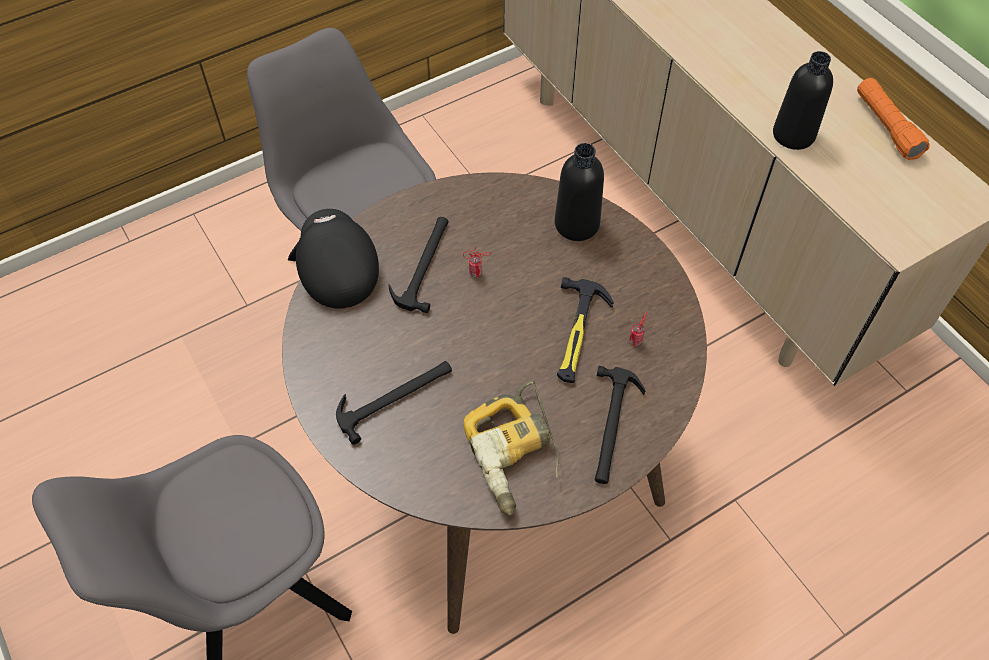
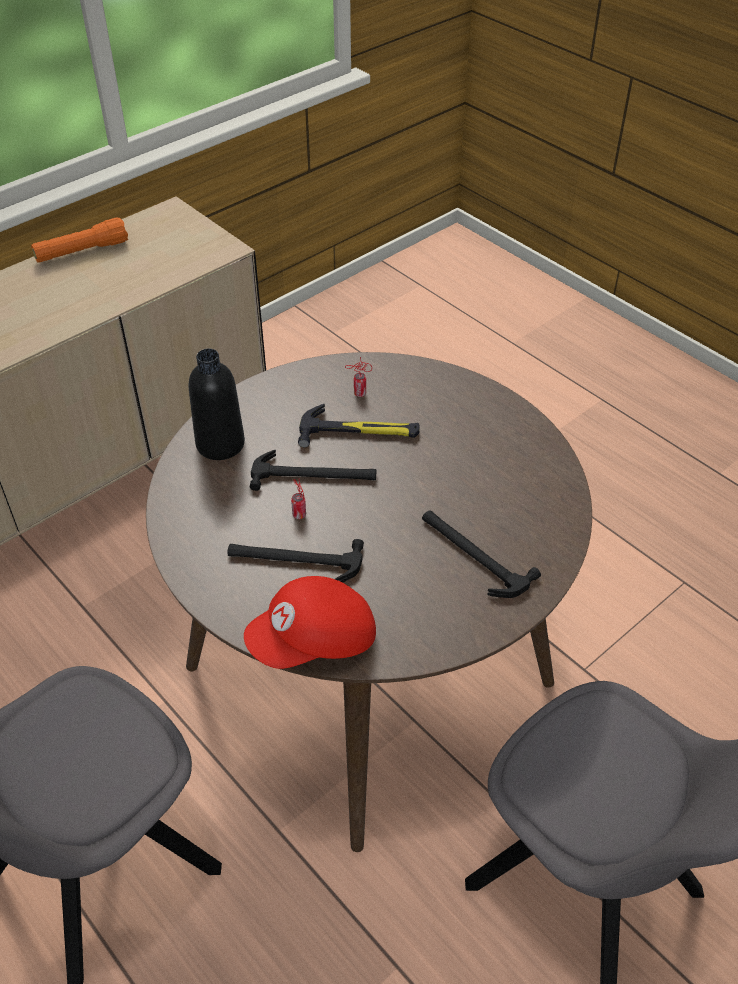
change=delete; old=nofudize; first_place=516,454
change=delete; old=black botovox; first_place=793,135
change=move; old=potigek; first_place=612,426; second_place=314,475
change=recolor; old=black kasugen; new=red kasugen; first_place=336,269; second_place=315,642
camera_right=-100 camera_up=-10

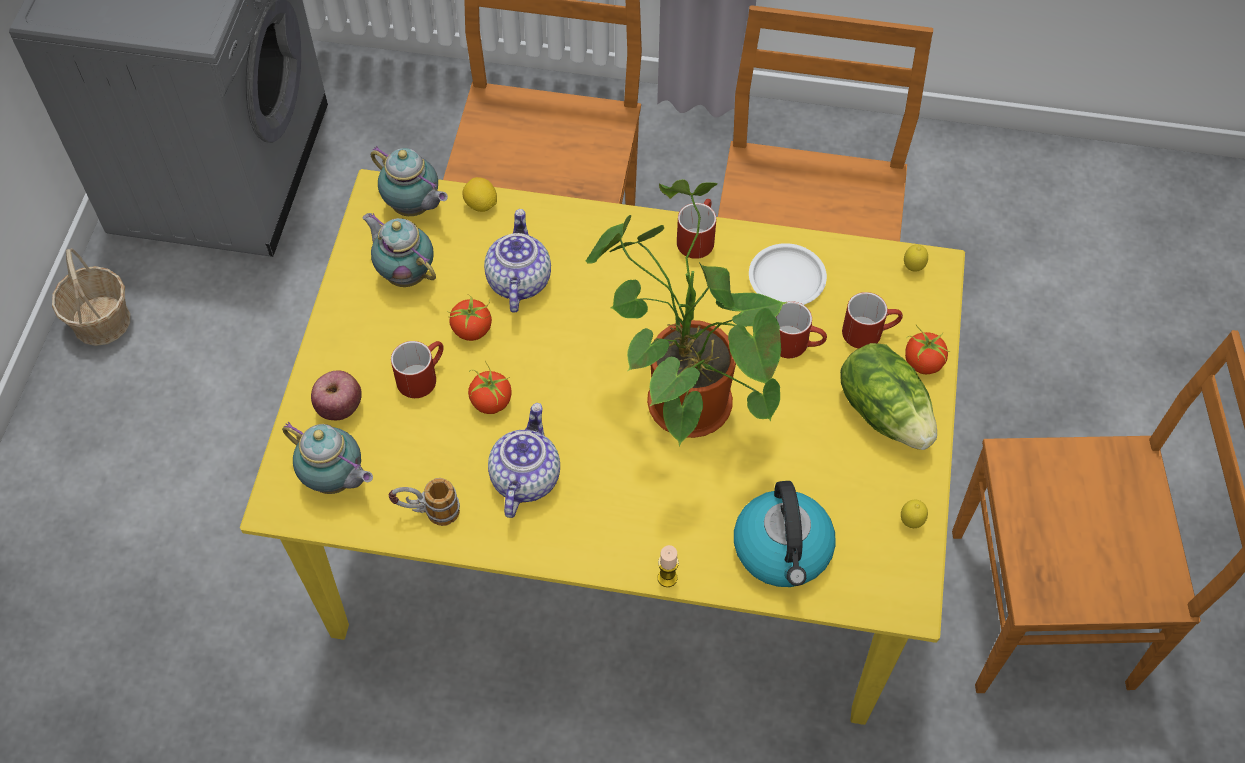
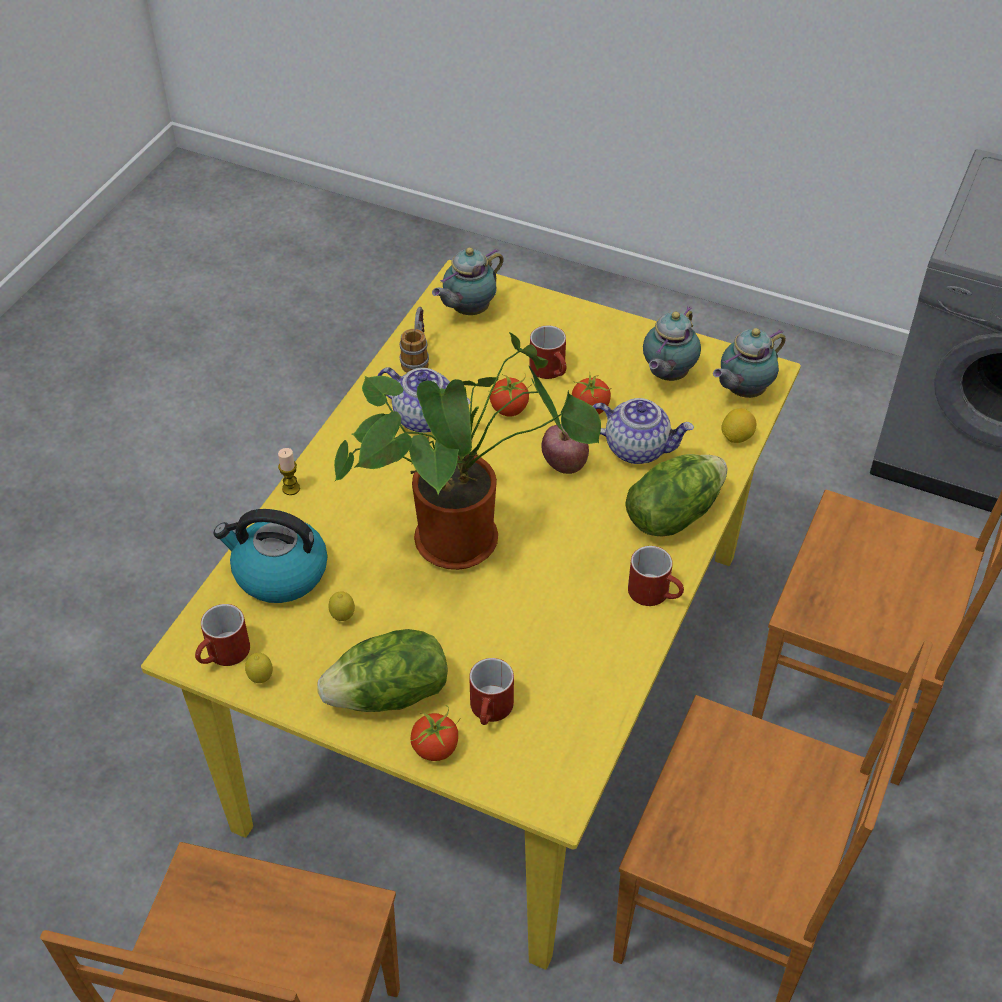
change=delete; old=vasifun; first_place=102,321
change=delete; old=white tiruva; first_place=786,279
change=insert; new=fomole; second_place=672,514
change=move; old=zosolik; first_place=340,408; second_place=564,464
change=move; old=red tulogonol; first_place=796,343; second_place=224,656
change=move; old=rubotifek; first_place=913,268; second_place=343,617
change=rotate; old=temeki; first_place=405,273; second_place=666,375; degrees=150
camera_right=105 camera_up=-10

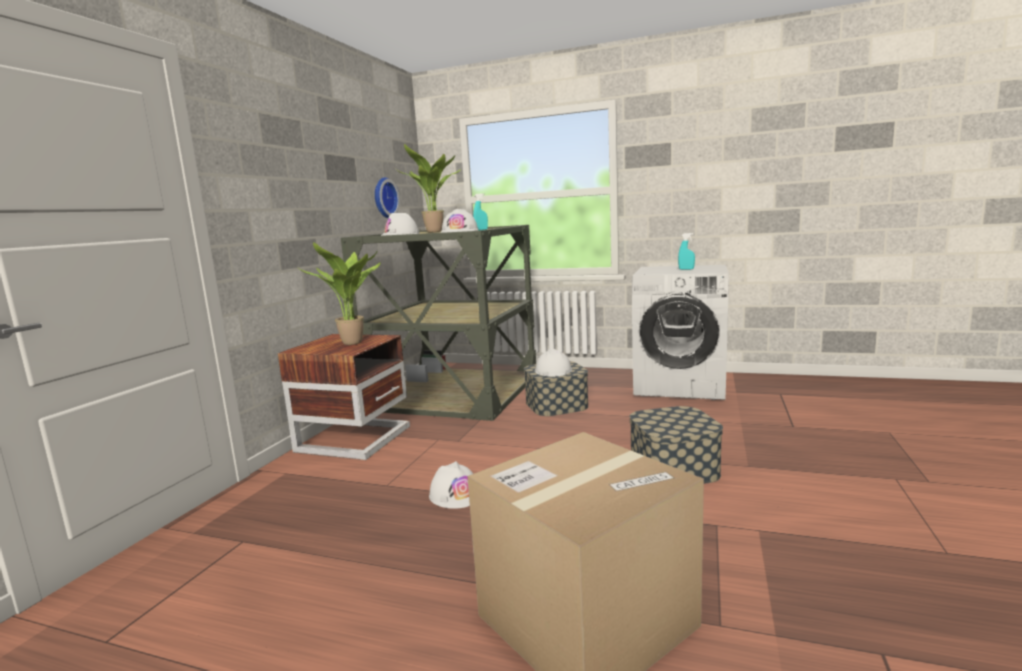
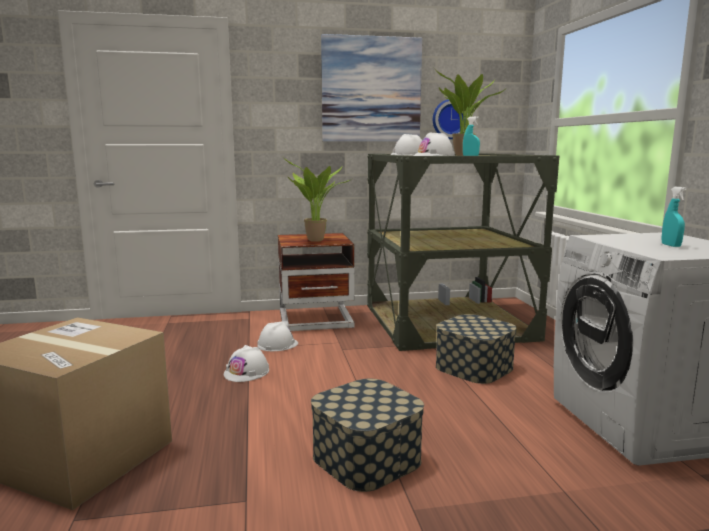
change=insert; new=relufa; second_place=371,90
change=move; old=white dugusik; first_place=553,371; second_place=277,344
camera_right=60 camera_up=0

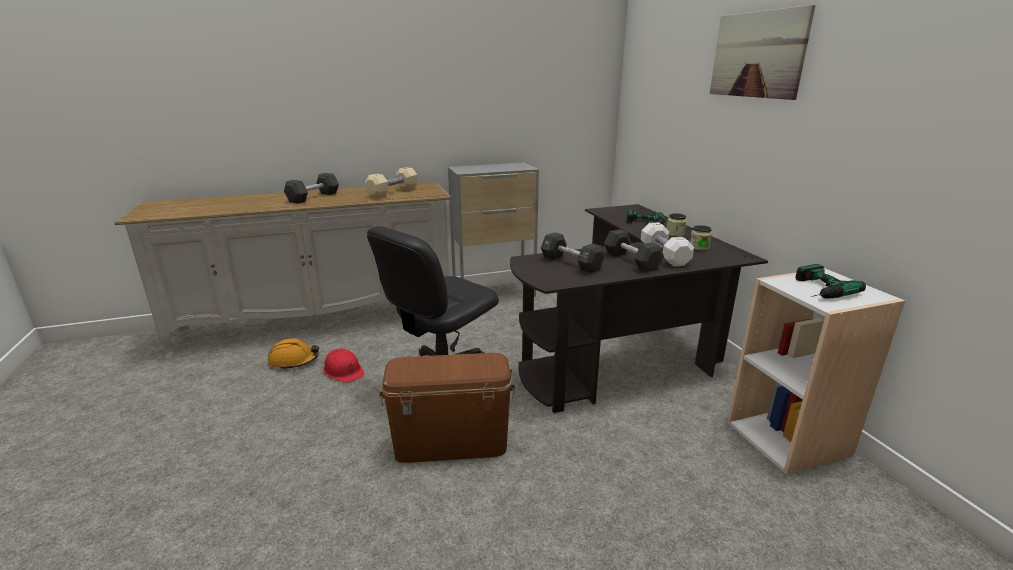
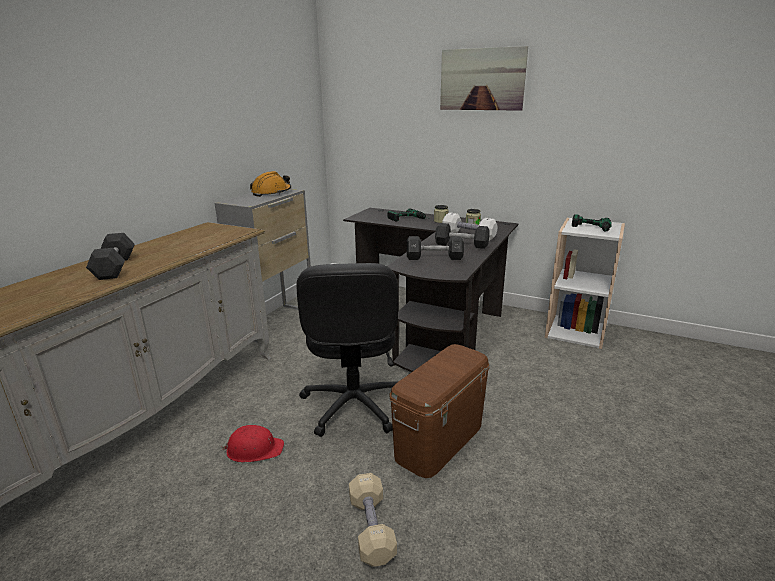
change=move; old=orange dugusik; first_place=294,361; second_place=271,193
change=move; old=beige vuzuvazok; first_place=393,192; second_place=371,529
camera_right=-45 camera_up=0

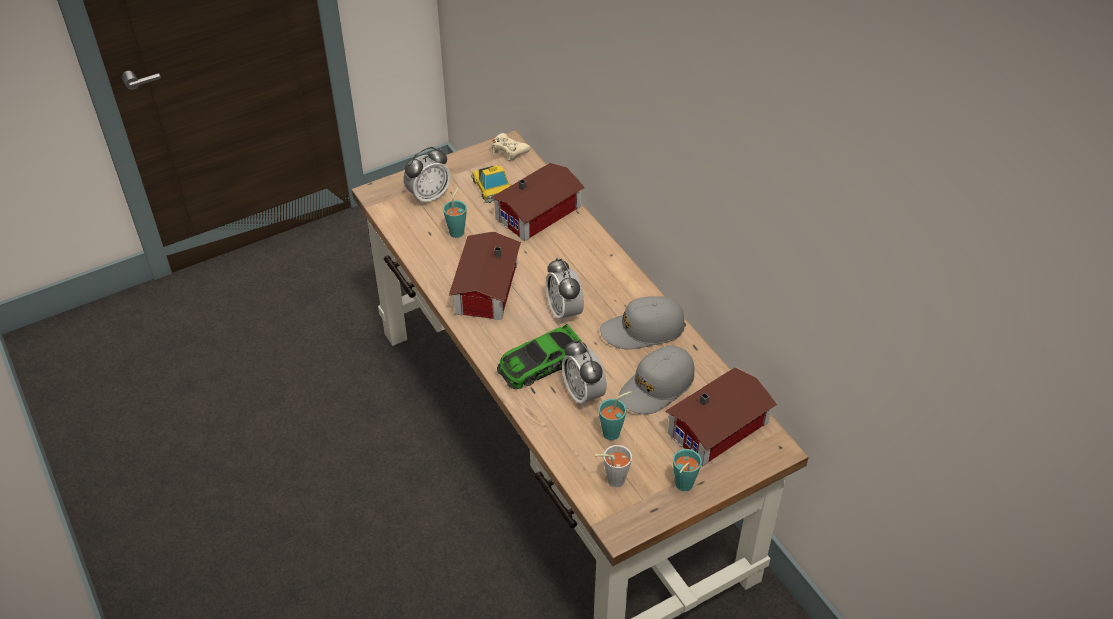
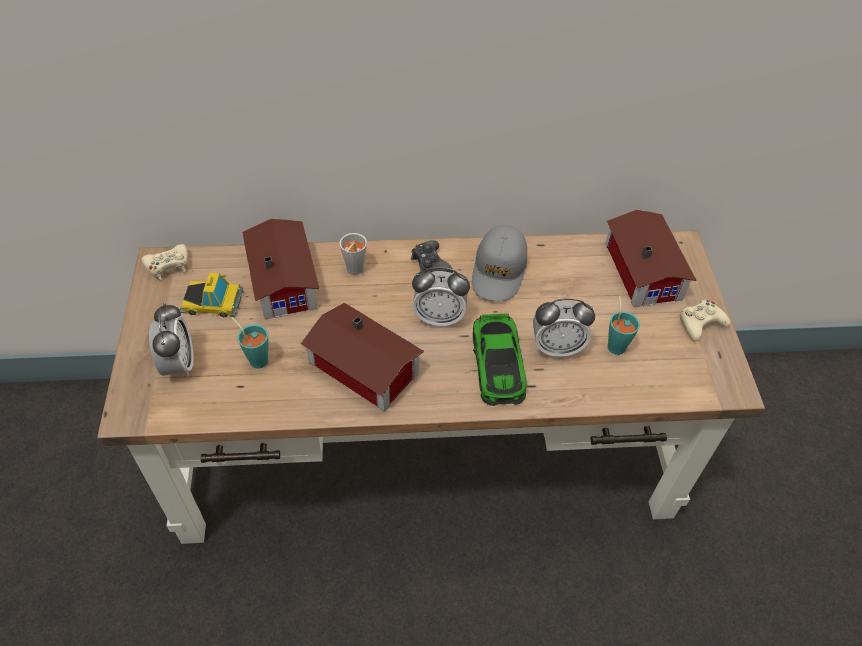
change=delete; old=grey kasugen; first_place=656,387
change=insert; new=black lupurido; second_place=430,264
change=move; old=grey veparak; first_place=611,480; second_place=353,271
change=replace; old=turquoise veparak; new=beige lupurido; first_place=681,487; second_place=700,324
camera_right=-65 camera_up=5

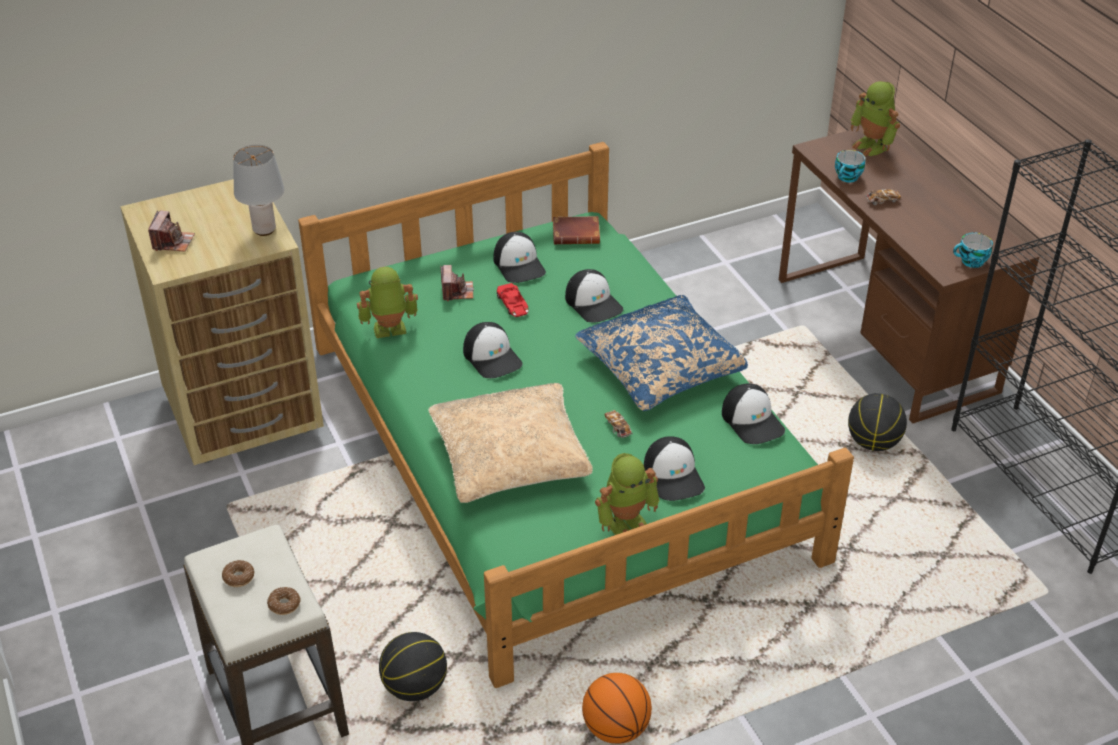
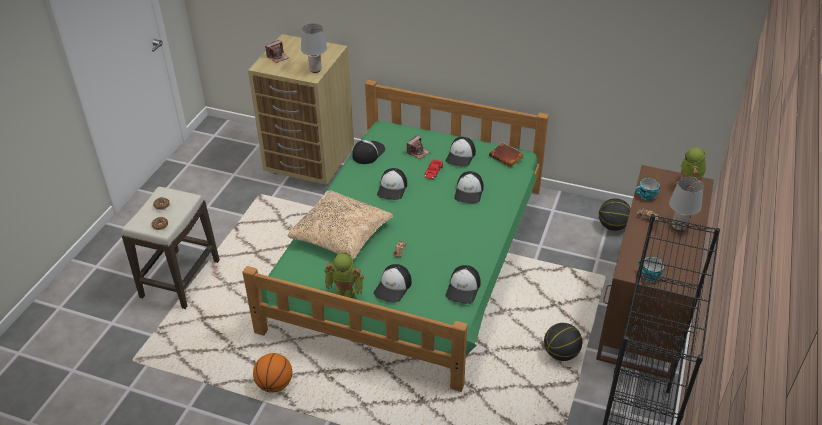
change=delete; old=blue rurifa; first_place=662,366
change=insert; new=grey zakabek; second_place=678,226
change=move; old=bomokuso; first_place=415,687; second_place=612,226
change=replace; old=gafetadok; new=kasugen; first_place=389,331; second_place=368,153
camera_right=45 camera_up=0

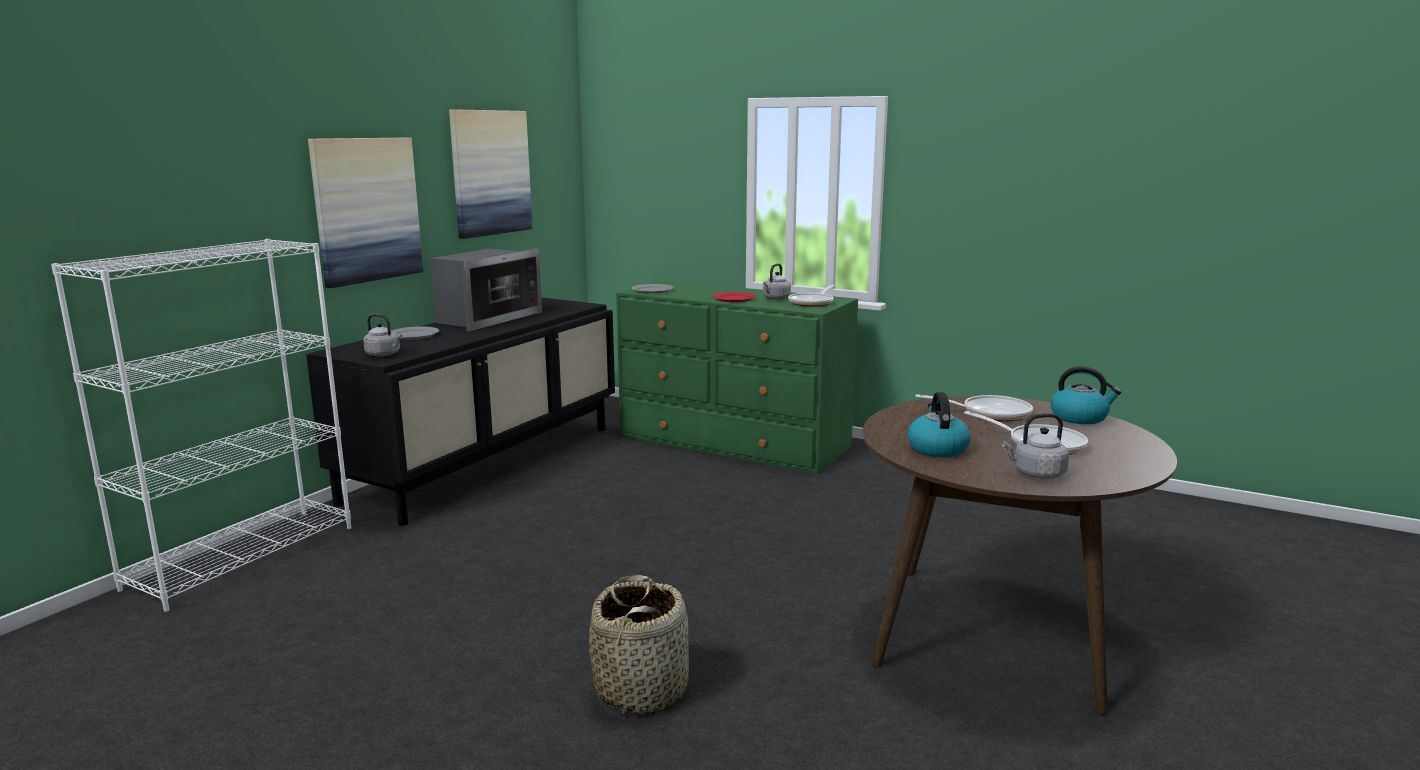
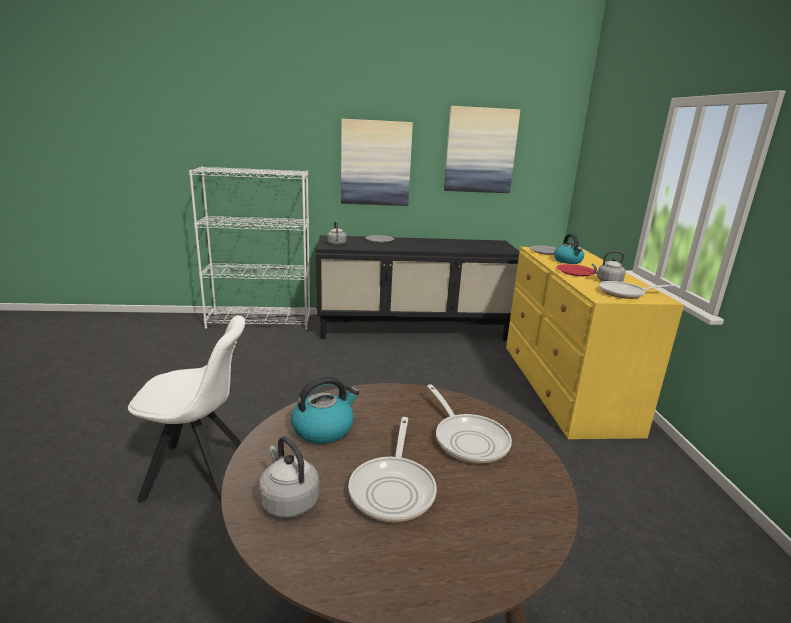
change=delete; old=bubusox; first_place=486,318
change=move; old=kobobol; first_place=1080,417; second_place=568,261
change=replace; old=vasifun; new=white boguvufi; first_place=642,689; second_place=199,471
change=recolor; old=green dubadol; new=yellow dubadol; first_place=734,441; second_place=565,386
camera_right=55 camera_up=5

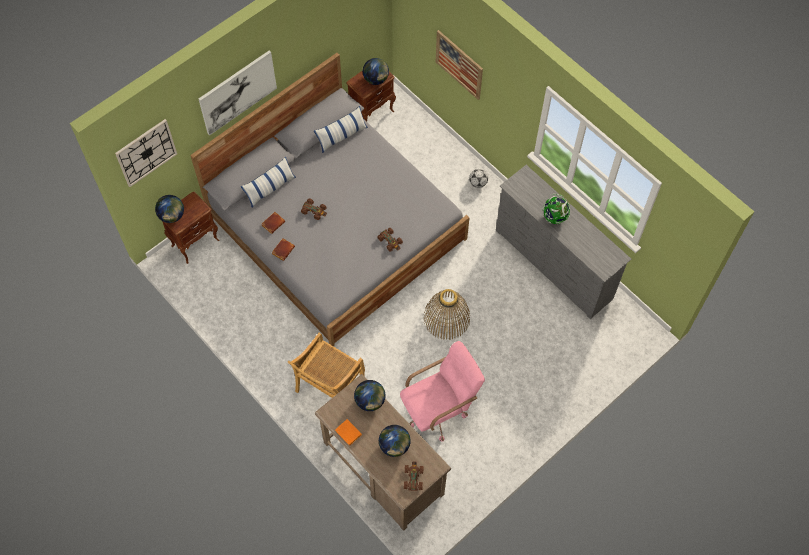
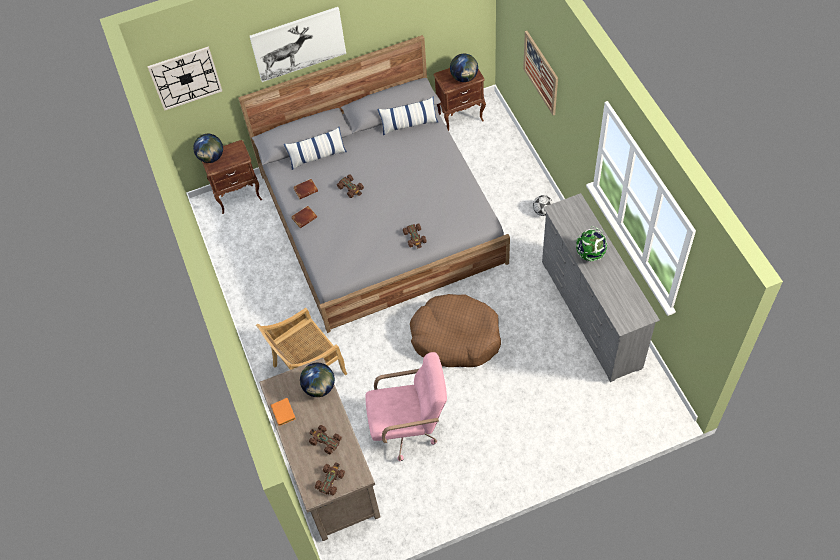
change=replace; old=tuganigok; new=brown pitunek; first_place=394,446; second_place=325,441
change=replace; old=vasifun; new=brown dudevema; first_place=446,318; second_place=455,337
camera_right=25 camera_up=-5

